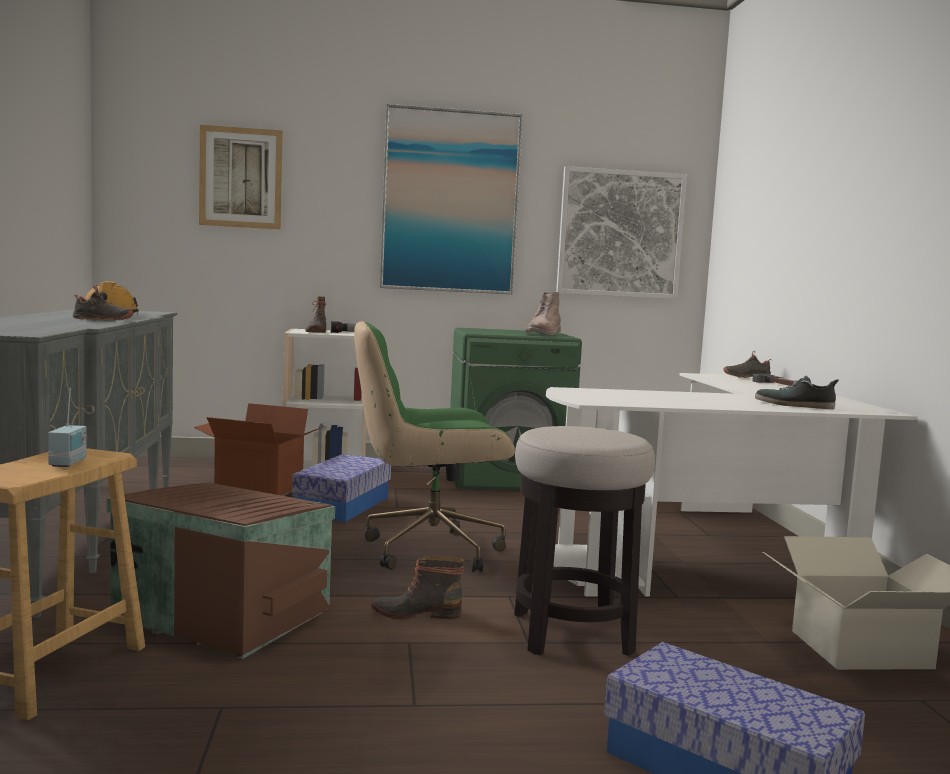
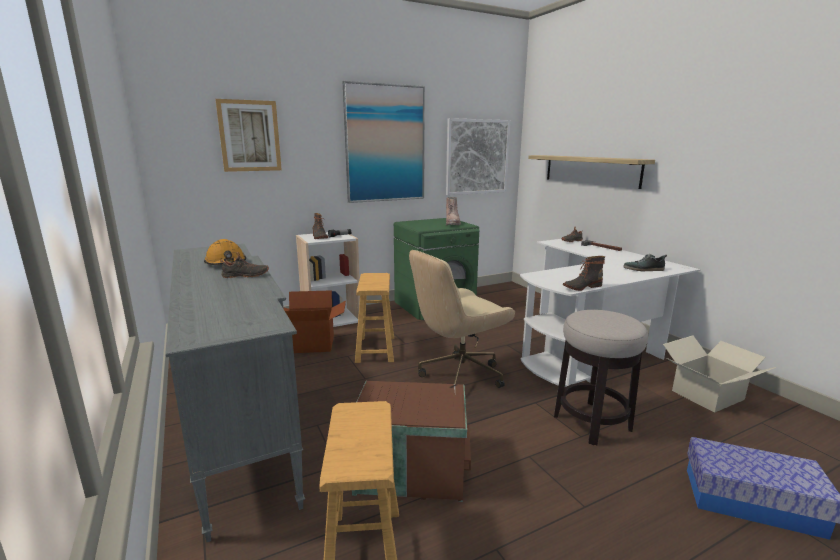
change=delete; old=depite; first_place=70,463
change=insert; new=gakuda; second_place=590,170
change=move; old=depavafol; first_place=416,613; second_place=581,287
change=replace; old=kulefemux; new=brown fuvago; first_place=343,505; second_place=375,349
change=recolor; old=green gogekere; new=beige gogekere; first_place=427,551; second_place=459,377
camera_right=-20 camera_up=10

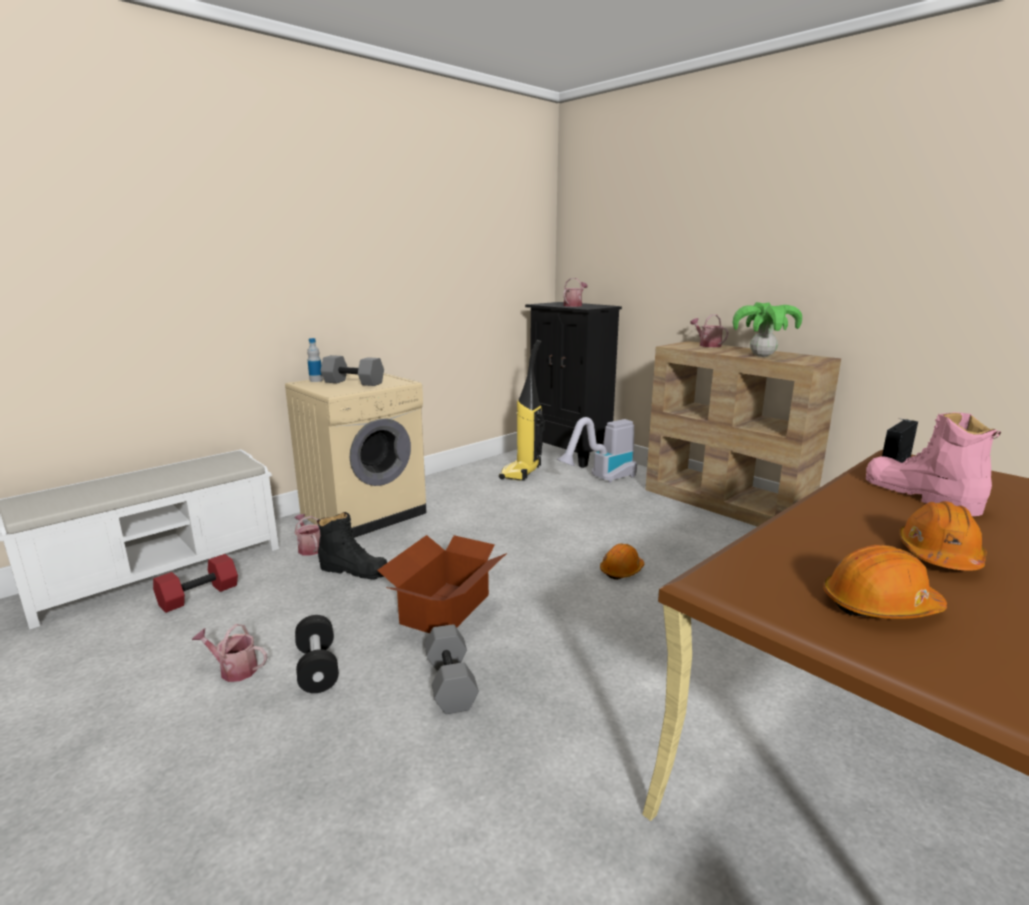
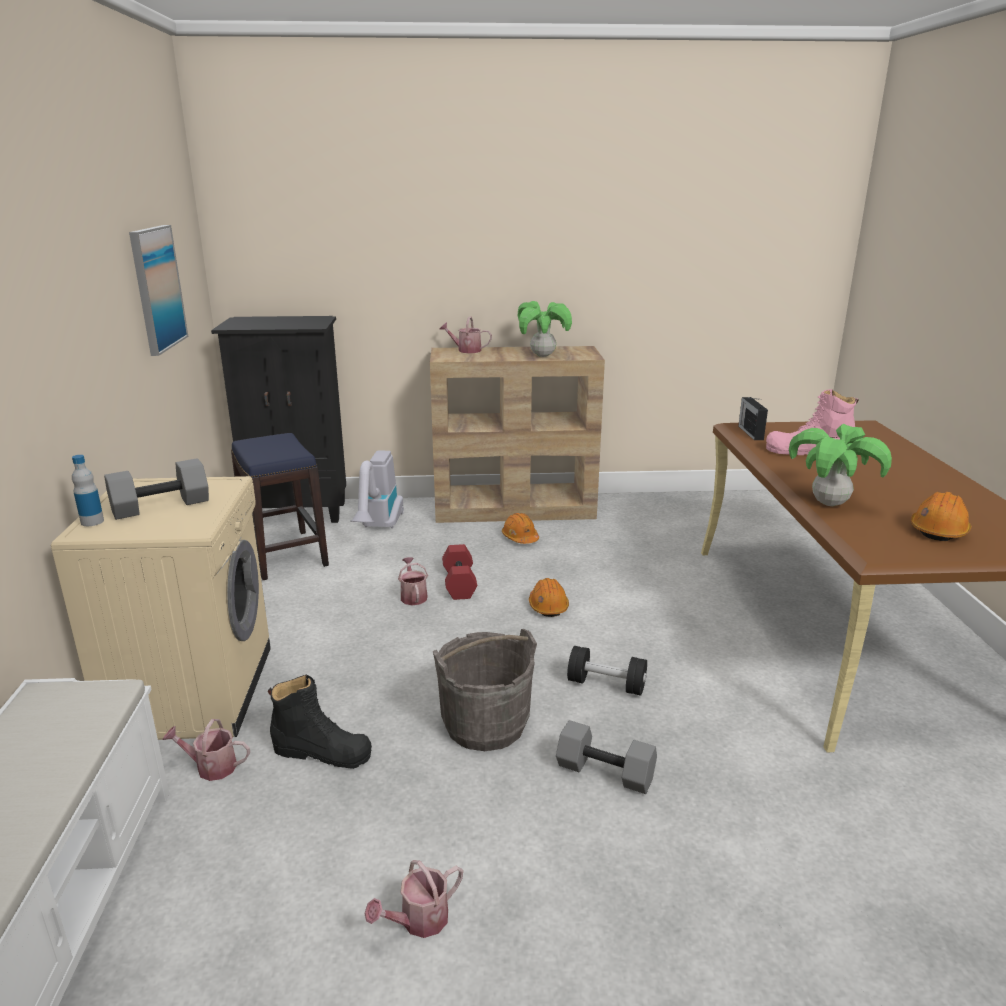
change=insert; new=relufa; second_place=157,288
change=insert; new=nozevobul; second_place=829,503
change=move; old=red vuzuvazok; first_place=199,595; second_place=458,583
change=move; old=black vuzuvazok; first_place=317,667; second_place=606,684
change=move; old=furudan; first_place=574,305; second_place=413,596
change=move; old=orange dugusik; first_place=939,555; second_place=520,538
change=replace; old=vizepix; new=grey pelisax; first_place=444,609; second_place=485,725
change=replace; old=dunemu; new=fuvago; first_place=521,473; second_place=285,555
change=rotate; old=black depavafol; first_place=354,570; second_place=322,752; degrees=45
camera_right=-50 camera_up=5

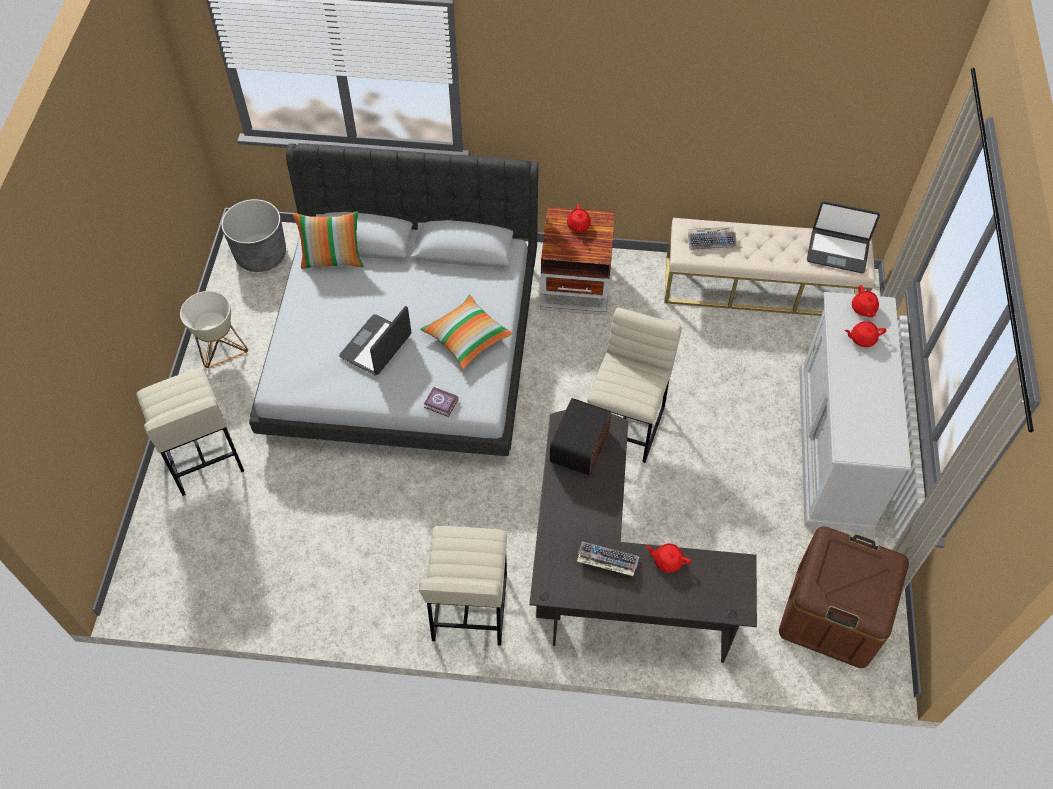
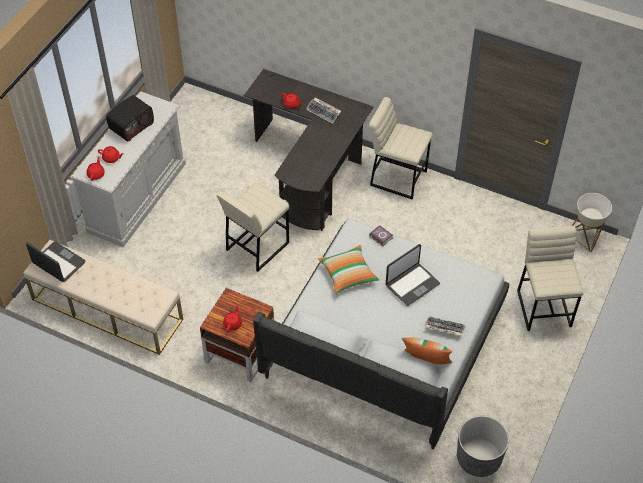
change=delete; old=brown kulefemux; first_place=832,614
change=move; old=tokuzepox; first_place=221,351; second_place=585,237
change=move; old=depite; first_place=581,447; second_place=131,126
change=move; old=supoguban; first_place=711,241; second_place=444,328
change=rotate; old=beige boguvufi; first_place=469,609; second_place=397,177; degrees=-90
camera_right=-160 camera_up=-5

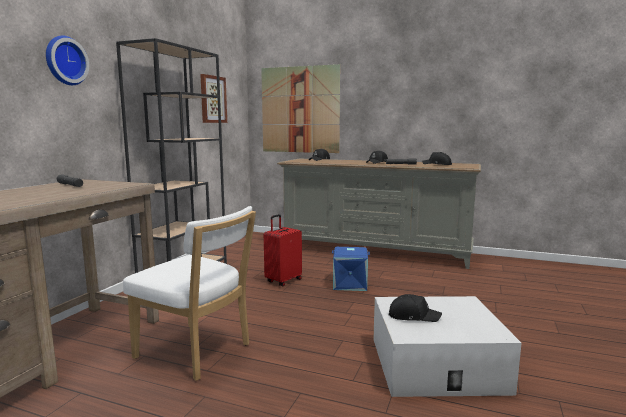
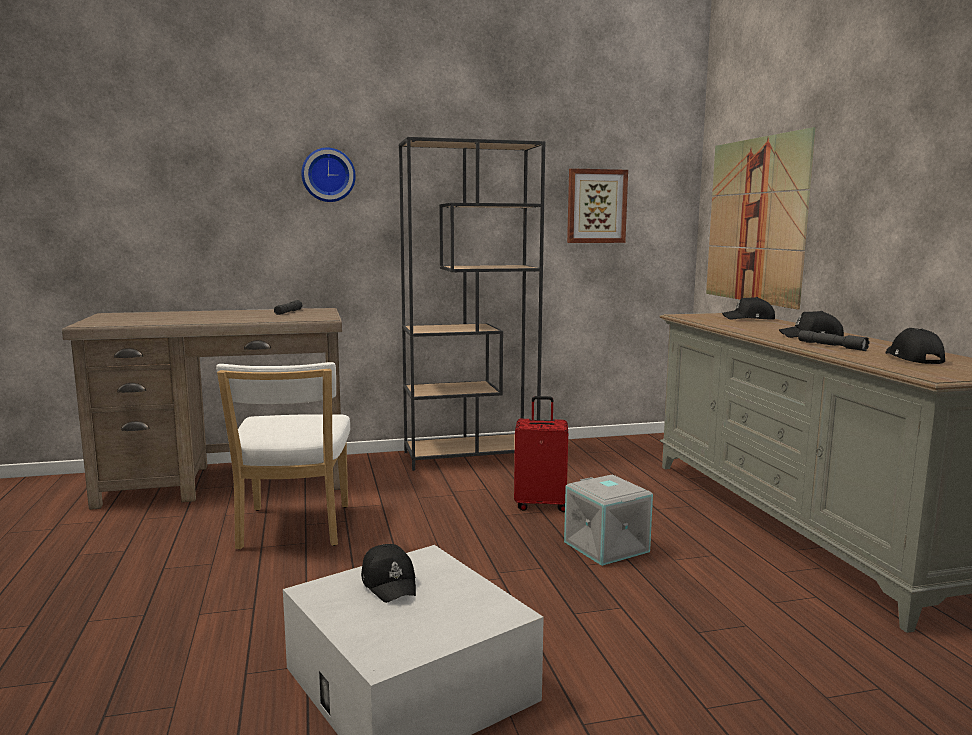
change=recolor; old=blue kulefemux; new=grey kulefemux; first_place=350,284; second_place=607,546
camera_right=55 camera_up=0

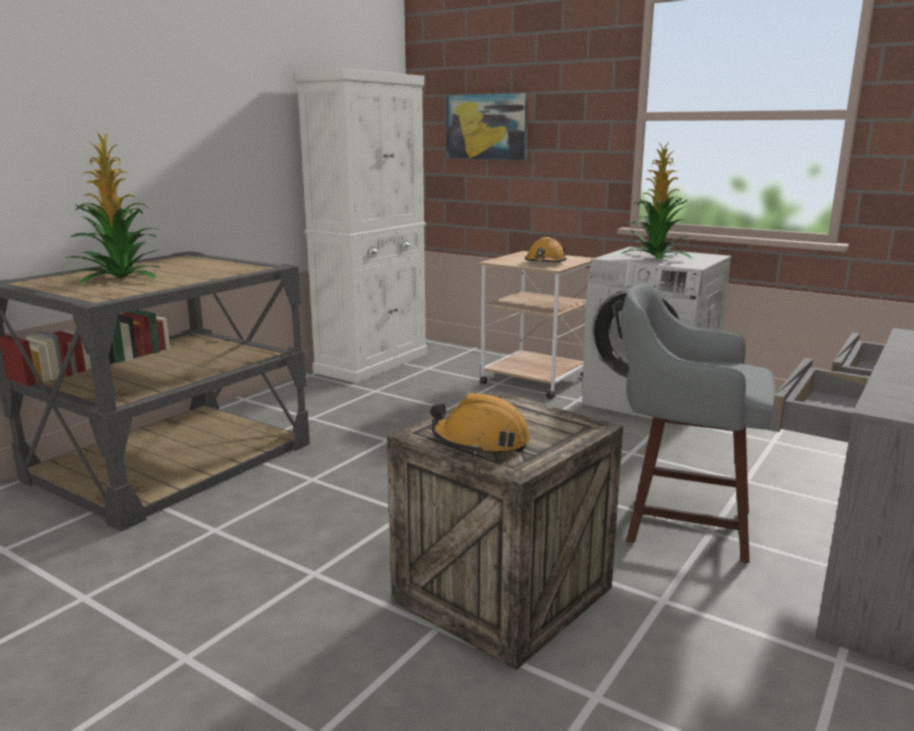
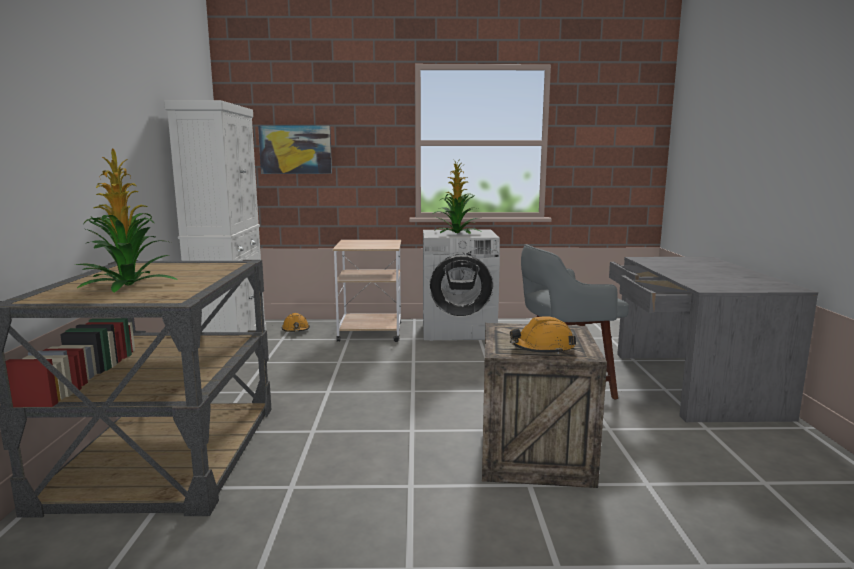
change=move; old=orange dugusik; first_place=545,263; second_place=296,330
camera_right=-35 camera_up=-5

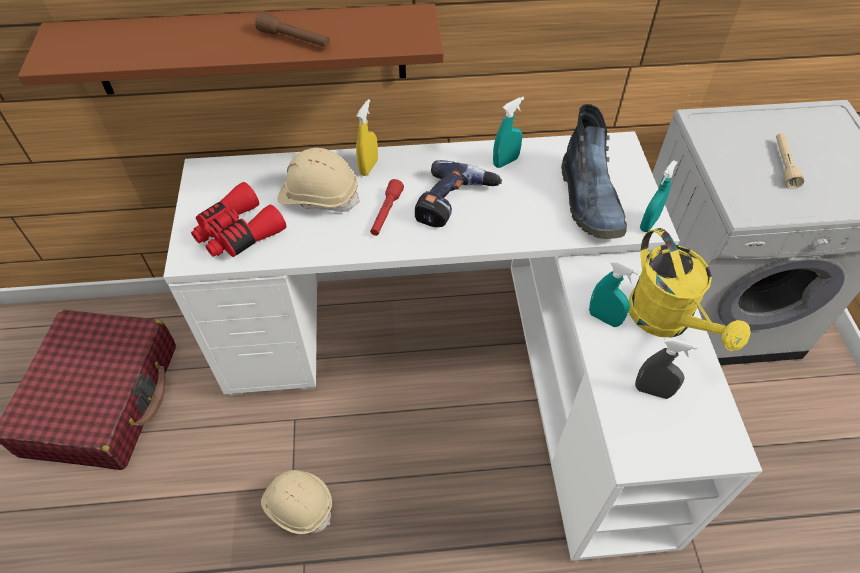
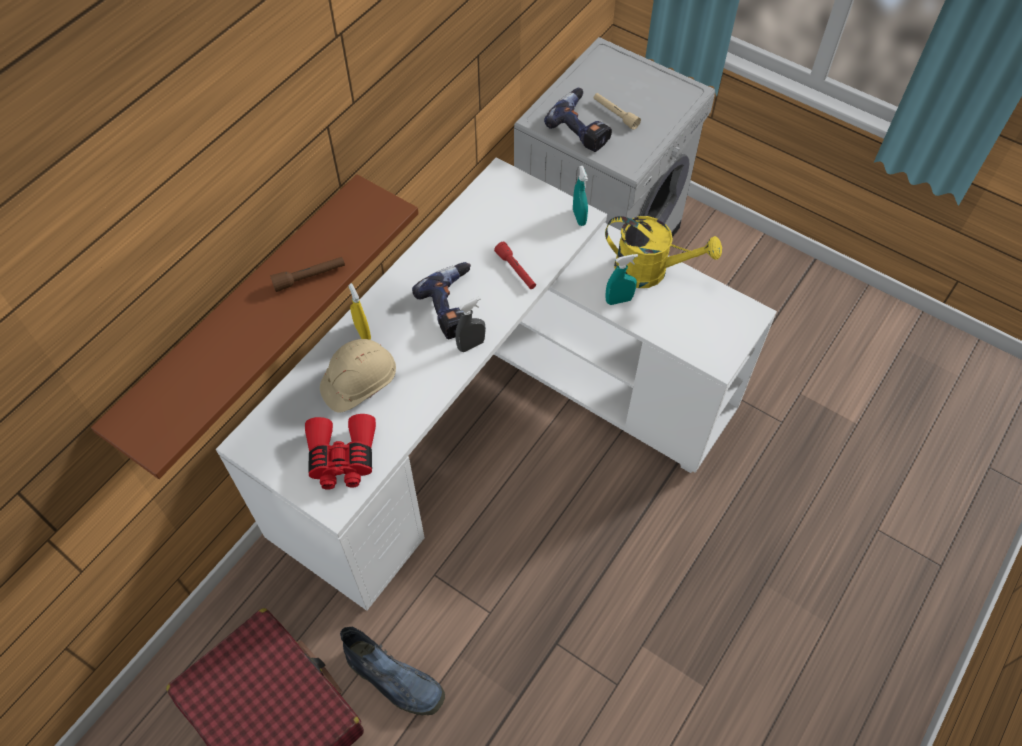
change=delete; old=beige dugusik; first_place=298,504
change=delete; old=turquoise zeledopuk; first_place=505,161
change=insert; new=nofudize; second_place=583,127
change=move; old=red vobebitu; first_place=386,213; second_place=516,270
change=move; old=depavafol; first_place=590,202; second_place=396,679
change=move; old=grey zeledopuk; first_place=652,391; second_place=471,345
camera_right=-50 camera_up=5

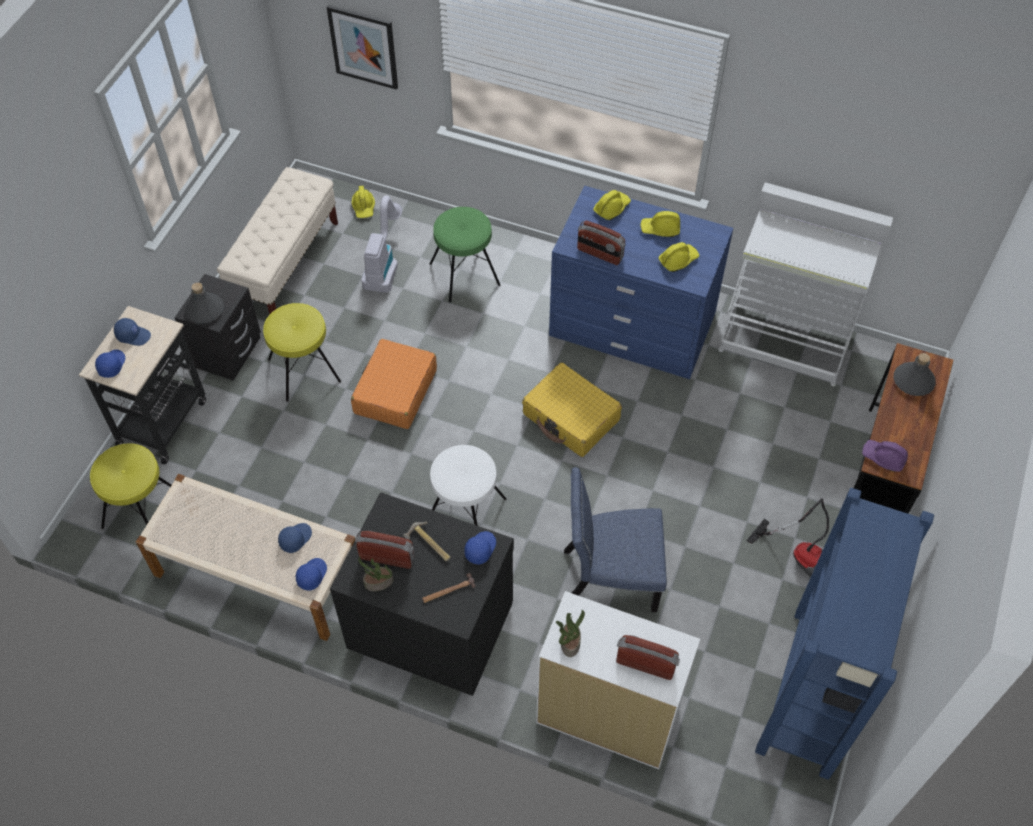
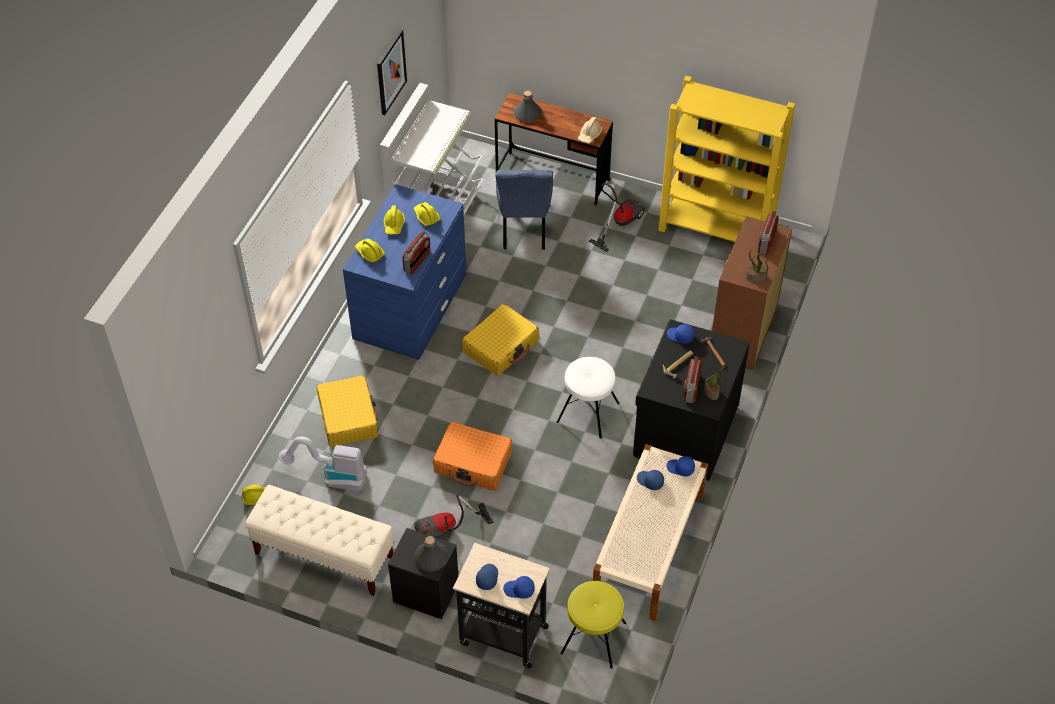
change=move; old=relufa; first_place=364,46; second_place=391,72
change=move; old=blue boguvufi; first_place=612,577; second_place=524,225
change=replace; old=yellow fuvago; new=dunemu; first_place=304,370; second_place=448,530
change=replace; old=green fuvago; new=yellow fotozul; first_place=464,274; second_place=348,417
change=recolor; old=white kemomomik; new=brown kemomomik; first_place=607,714; second_place=742,332
change=recolor; old=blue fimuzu; new=yellow fimuzu; first_place=812,692; second_place=716,228
change=recolor; old=purple dugusik; new=beige dugusik; first_place=883,458; second_place=589,135
camera_right=-90 camera_up=-5

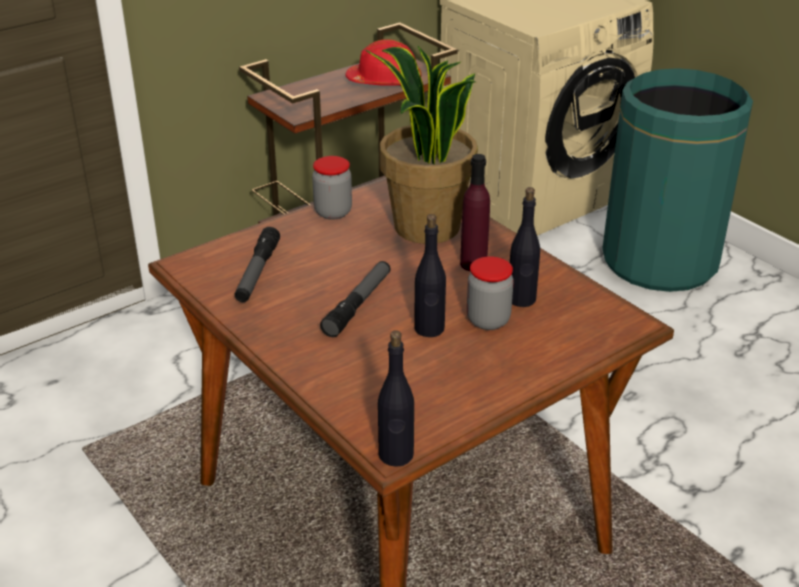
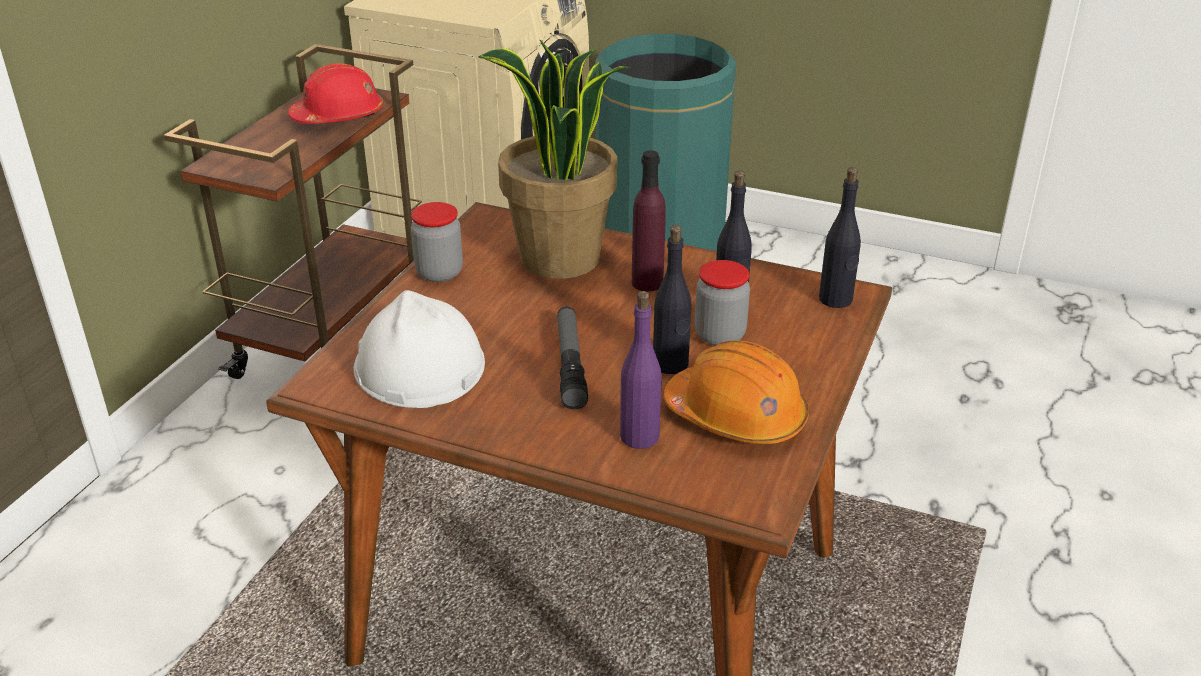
change=insert; new=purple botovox; second_place=640,436
change=insert; new=orange dugusik; second_place=736,417
change=move; old=black botovox; first_place=396,455; second_place=836,299
change=replace; old=vobebitu; new=white dugusik; first_place=257,272; second_place=419,366
camera_right=-30 camera_up=0

